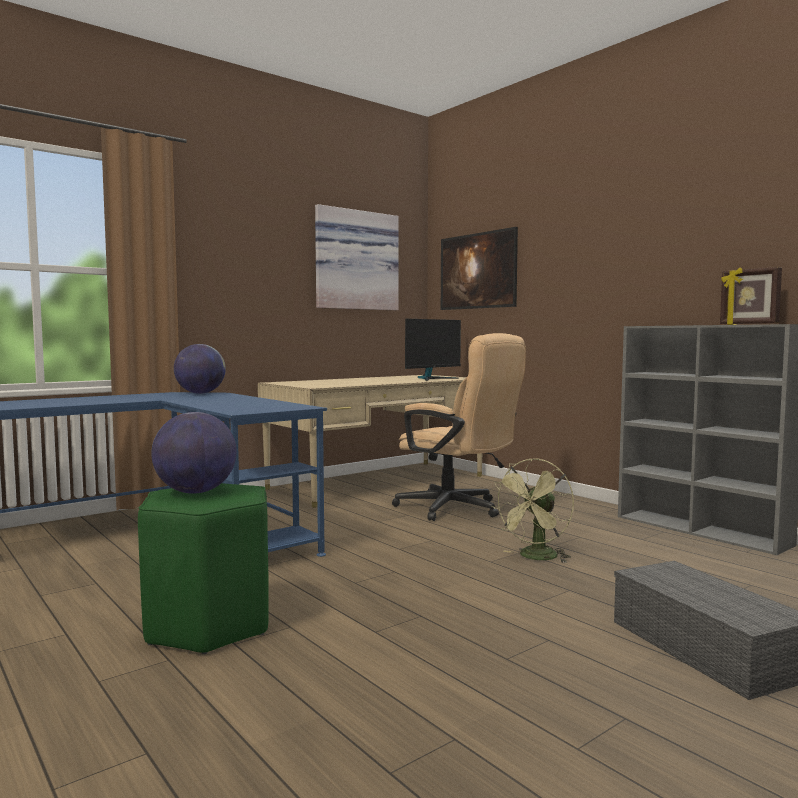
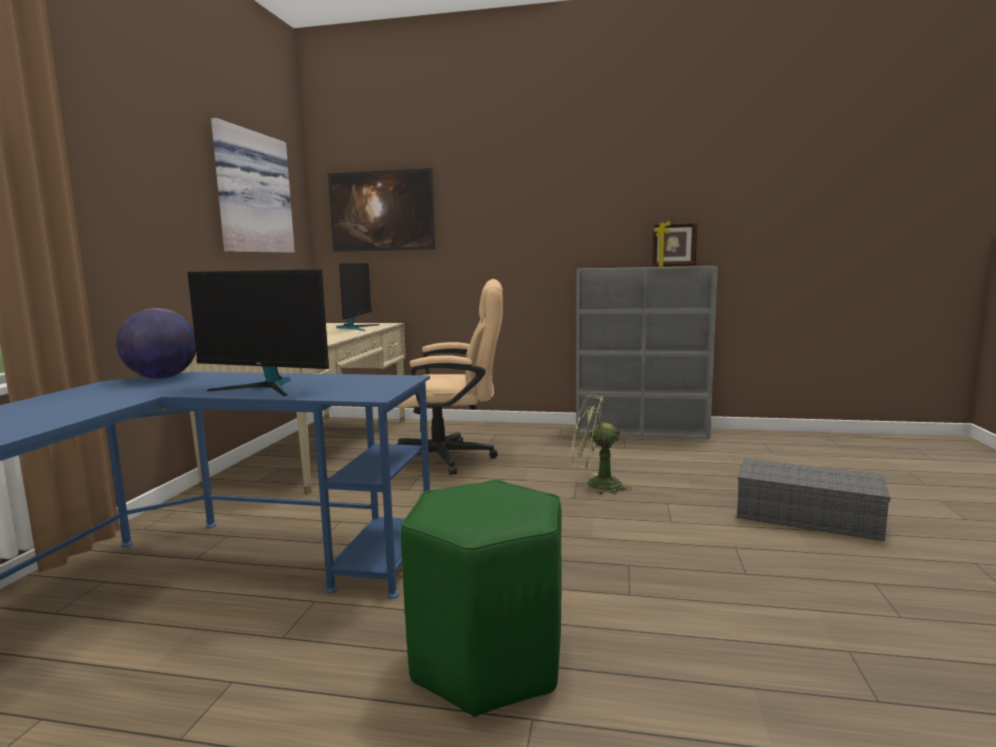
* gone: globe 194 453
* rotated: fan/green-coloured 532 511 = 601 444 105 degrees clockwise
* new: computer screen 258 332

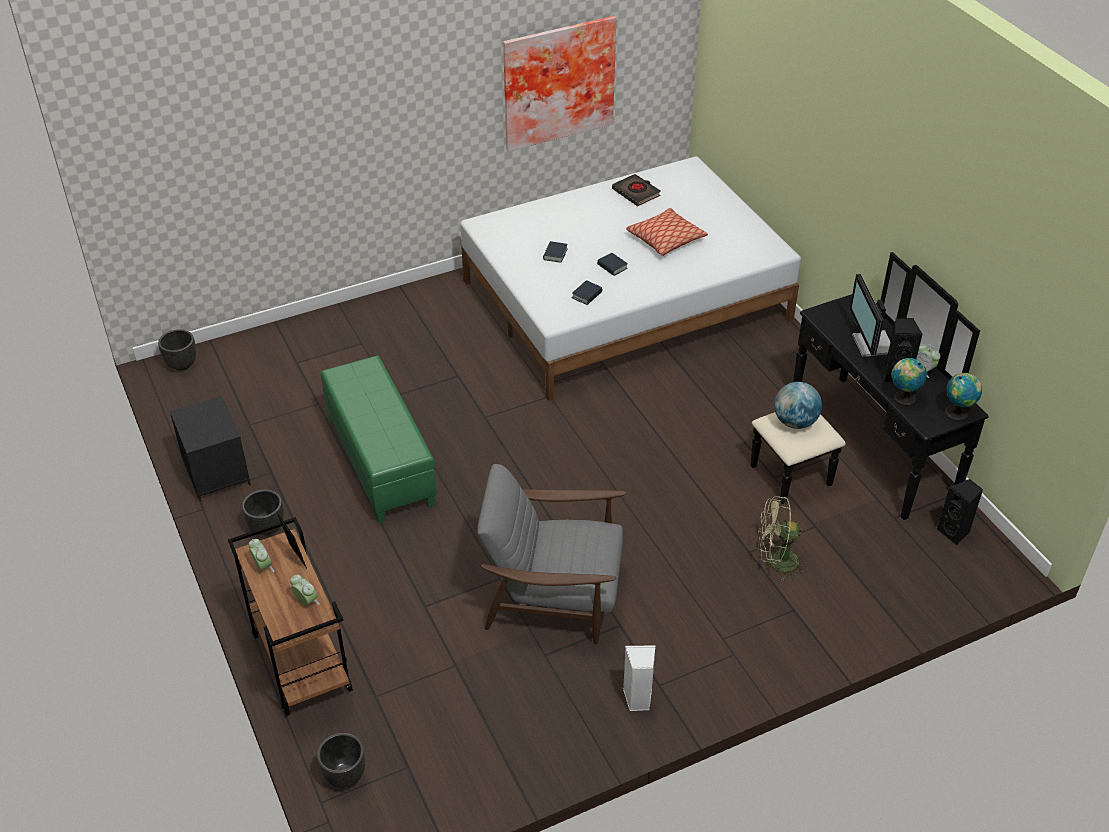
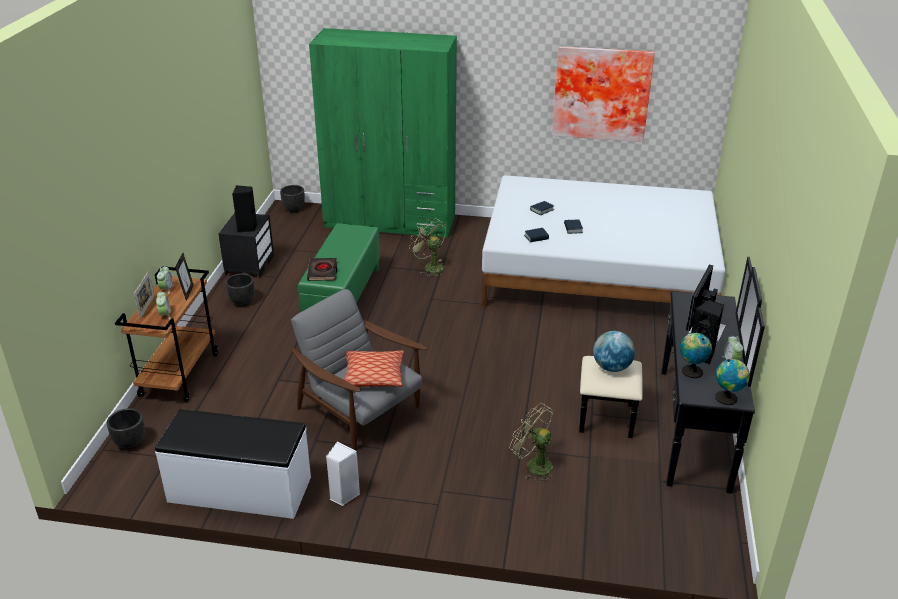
* shifted: volume/blackish 636 190 to 322 269
* shifted: cushion 667 232 to 374 368
* shifted: audio speaker/blackish 960 512 to 244 209
* new: picture frame 144 295
* new: indoor bench/white 233 464
* new: clothes cupboard/green-coloured 383 133
* new: fan/green-coloured 427 247

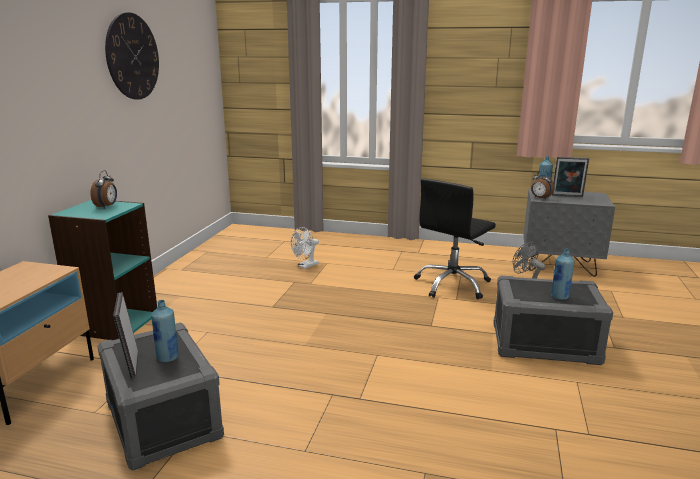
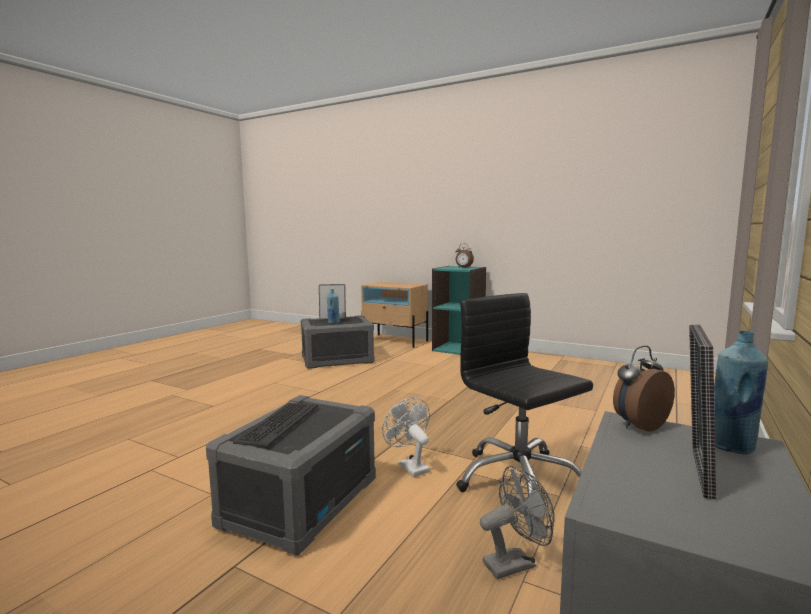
* gone: wall clock 132 55
* shifted: fan/white 305 248 to 406 437
* swapped: drink bottle/bluish 563 274 to PC keyboard 275 425

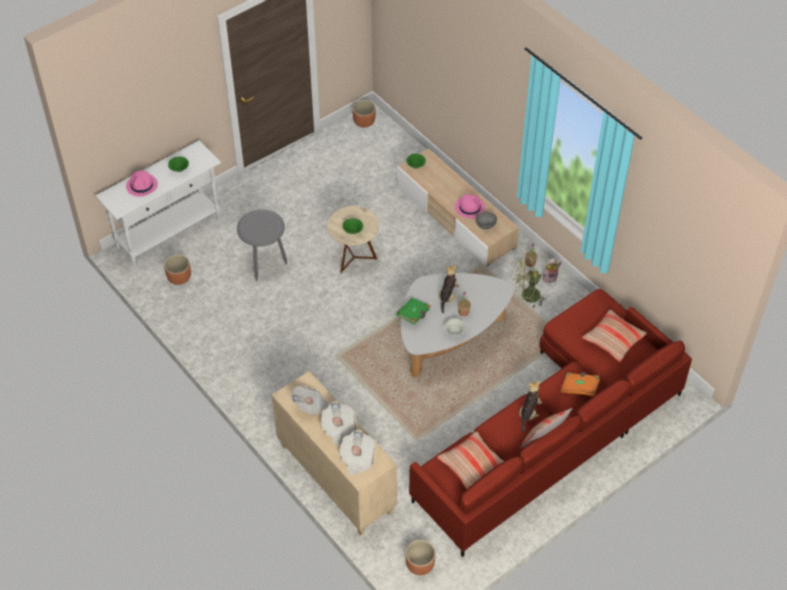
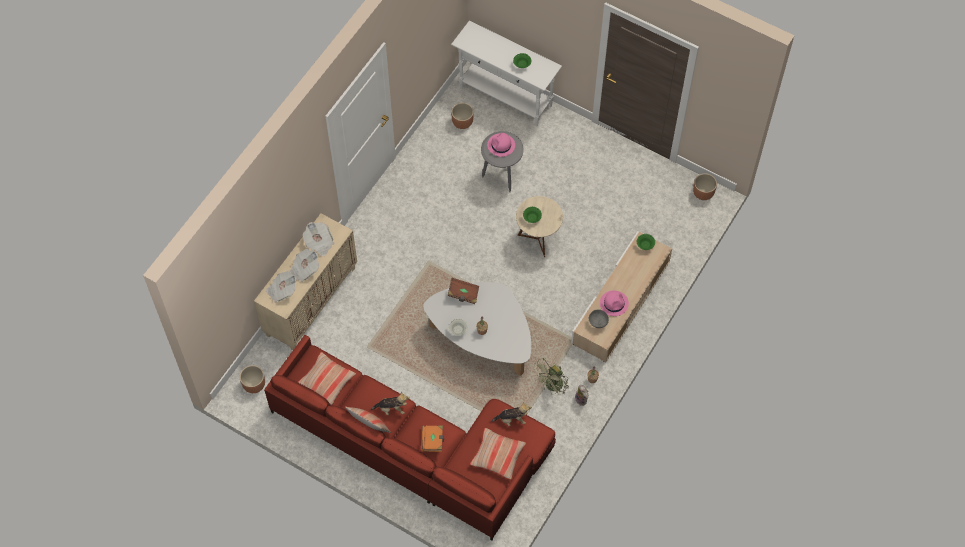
* shifted: wearable hat/pinkish 142 183 to 501 145
* repainted: volume/green-coloured 413 311 to volume/brownish 463 291
* shifted: plush toy 449 288 to 511 414
* rotated: fan/green-coloured 530 281 = 550 376 105 degrees counterclockwise

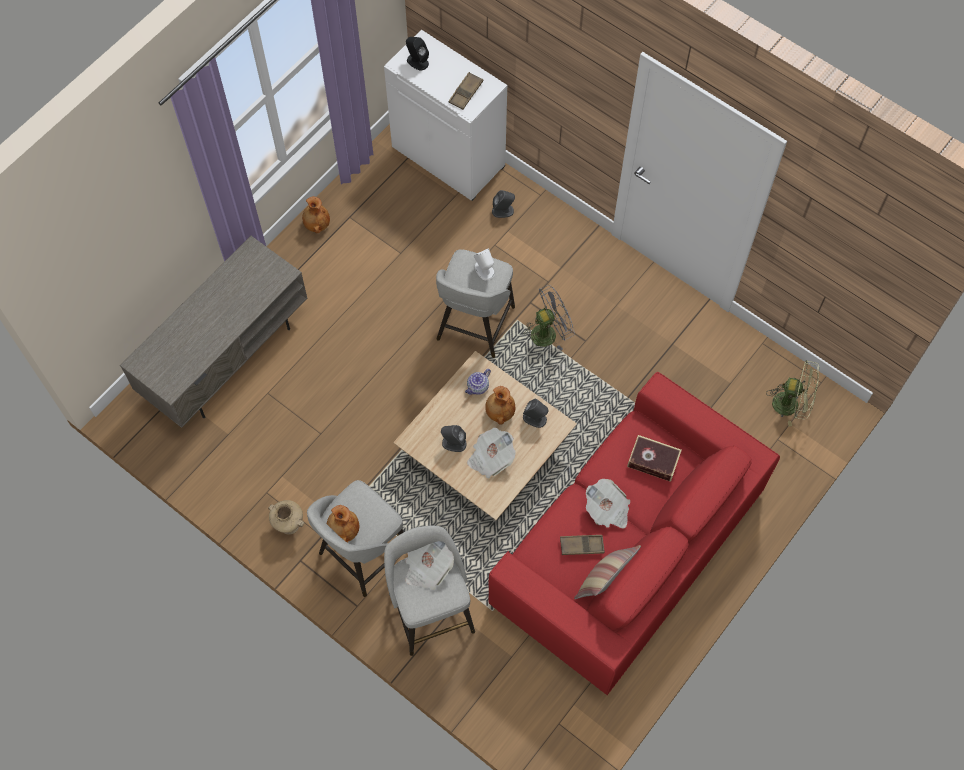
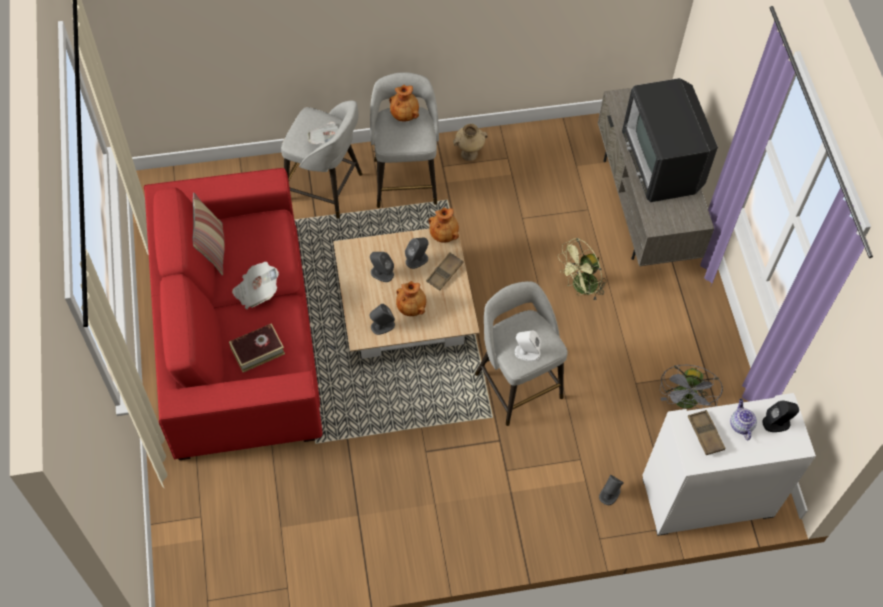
* shifted: flower vase/brownish 316 214 to 443 225
* shifted: tea pot 478 382 to 743 419
* swapped: newspaper 491 453 to audio speaker/grey 382 267
* shifted: fan/grey 549 317 to 691 387
* shifted: carrying tray/brownish 582 545 to 445 271
* shifted: fan/green-coloured 792 393 to 582 270
* new: TV set 670 140

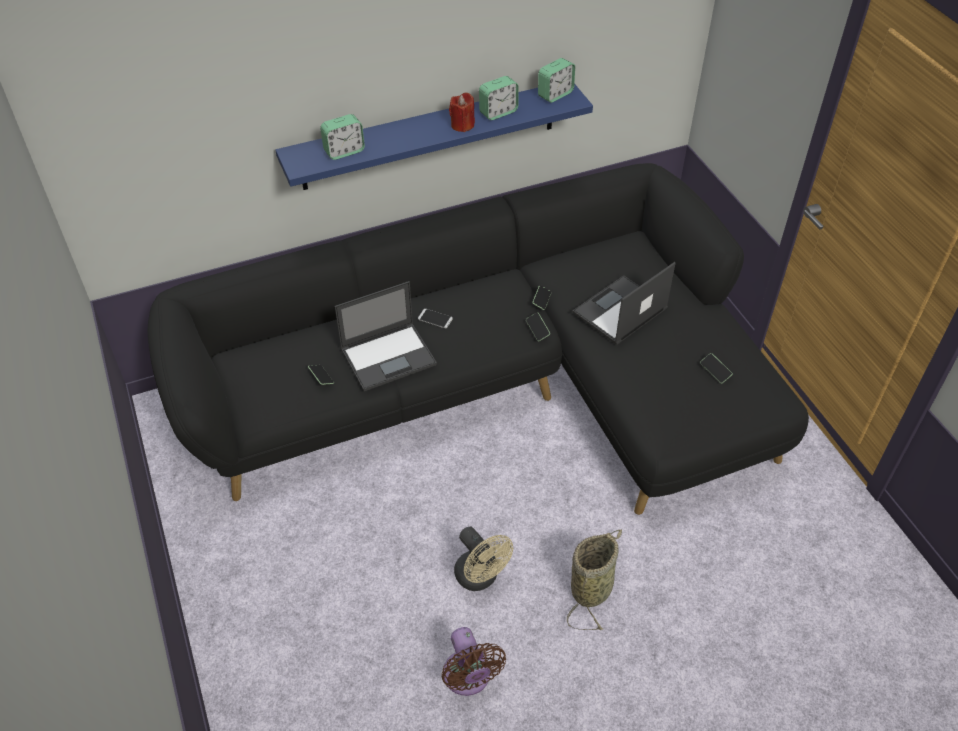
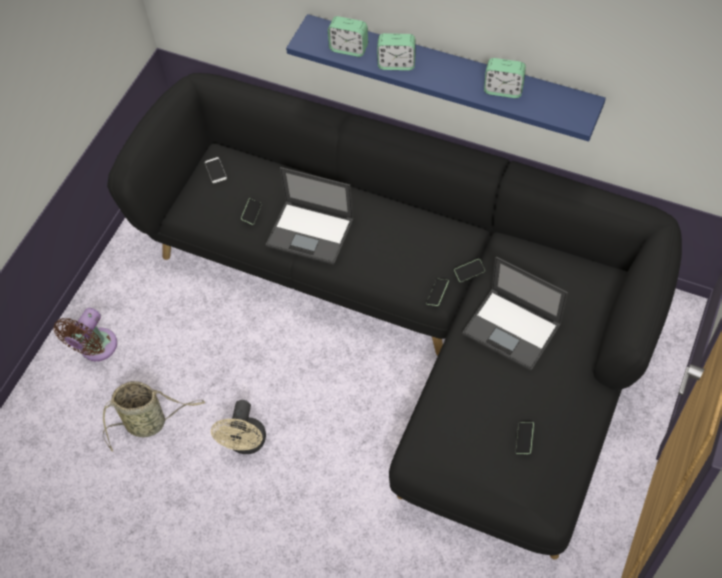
* shifted: phone 435 318 to 216 170
* shifted: fan/brownish 473 661 to 85 334
* gone: candle/red-coloured 462 112
* shifted: alarm clock 556 80 to 396 52
* shifted: storage basket 594 580 to 154 416
* rotated: laptop 624 303 = 515 314 150 degrees counterclockwise

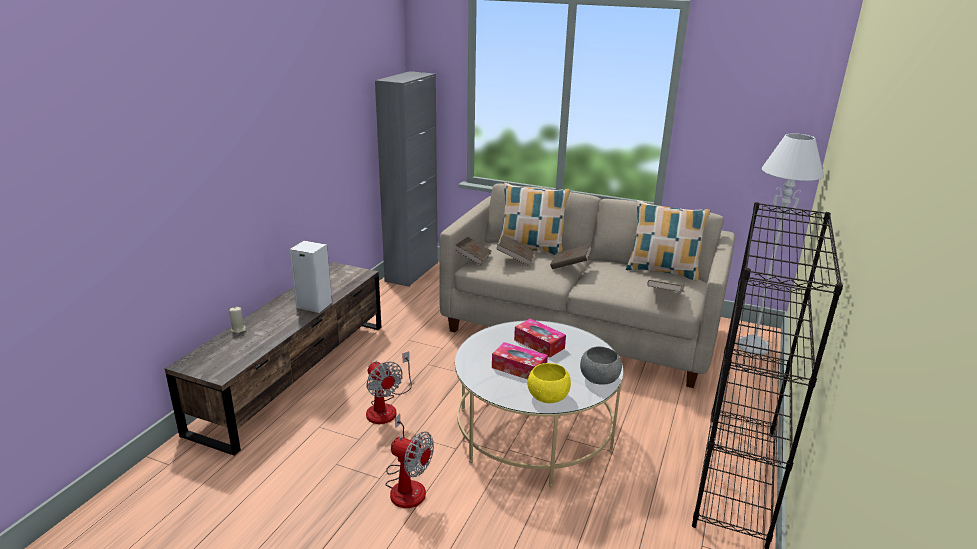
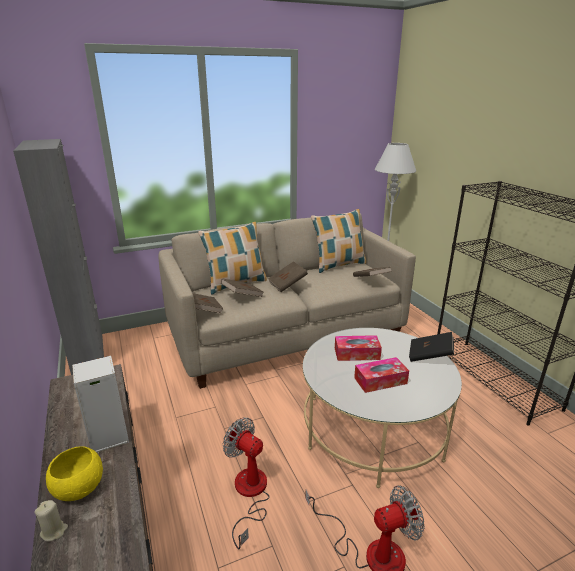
* rotated: fan 389 387 = 246 483 150 degrees counterclockwise
* shifted: bowl/yellowish 549 383 to 74 474
* swapped: bowl/grey 601 365 to volume/blackish 431 347

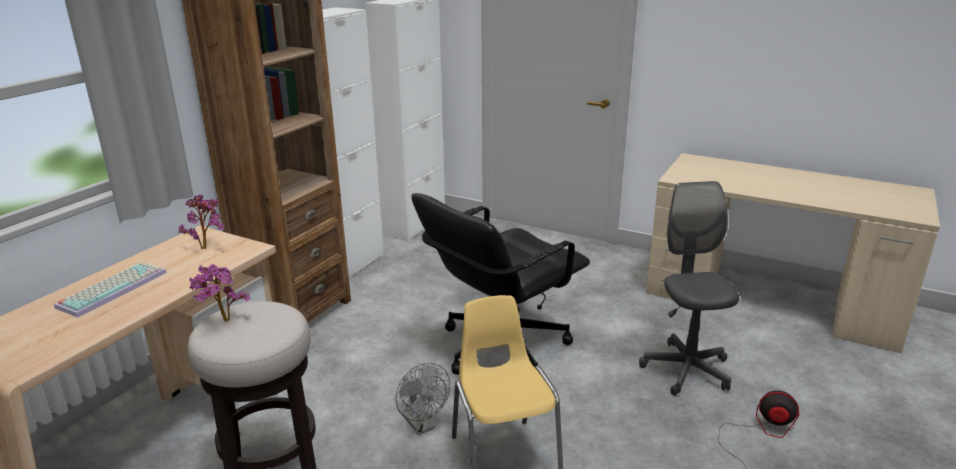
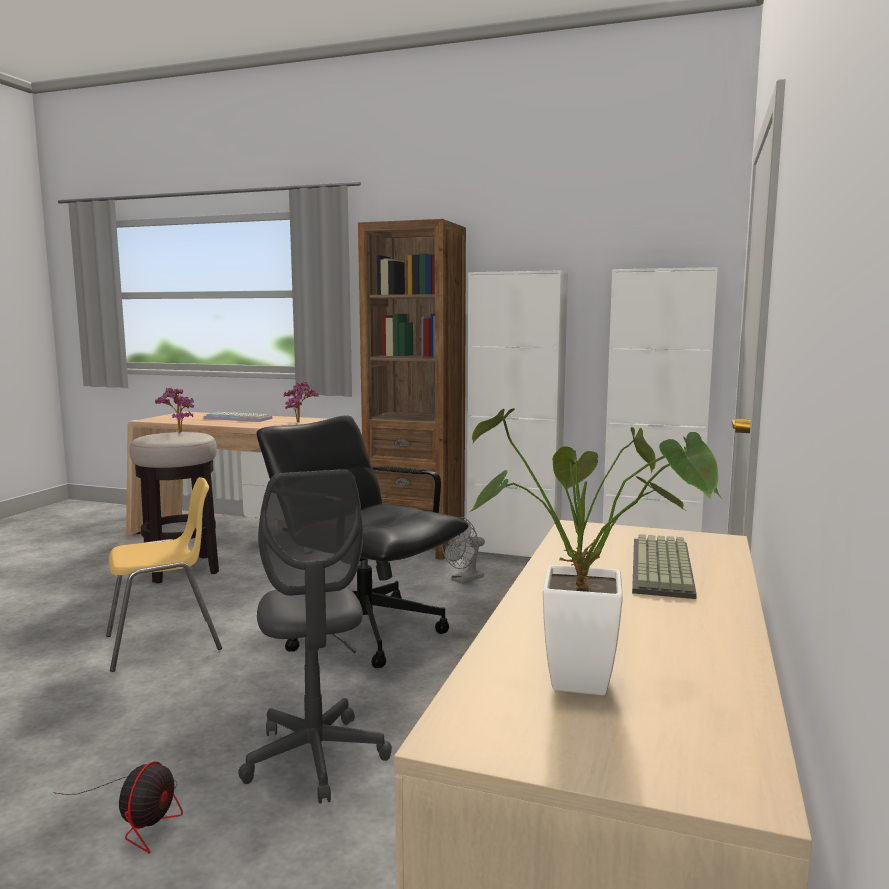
* shifted: fan/grey 423 399 to 463 550
* rotated: desk chair/grey 689 288 = 315 636 90 degrees clockwise
* new: plant in a pot 596 551
* new: PC keyboard 664 566

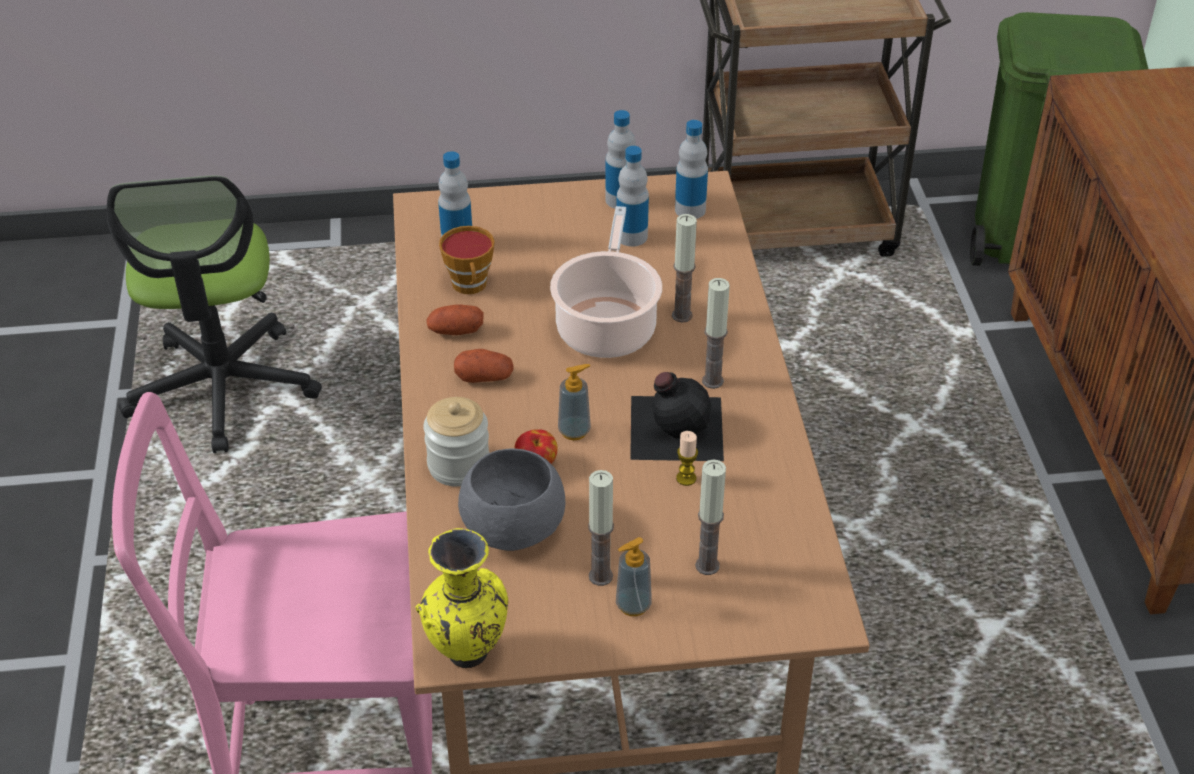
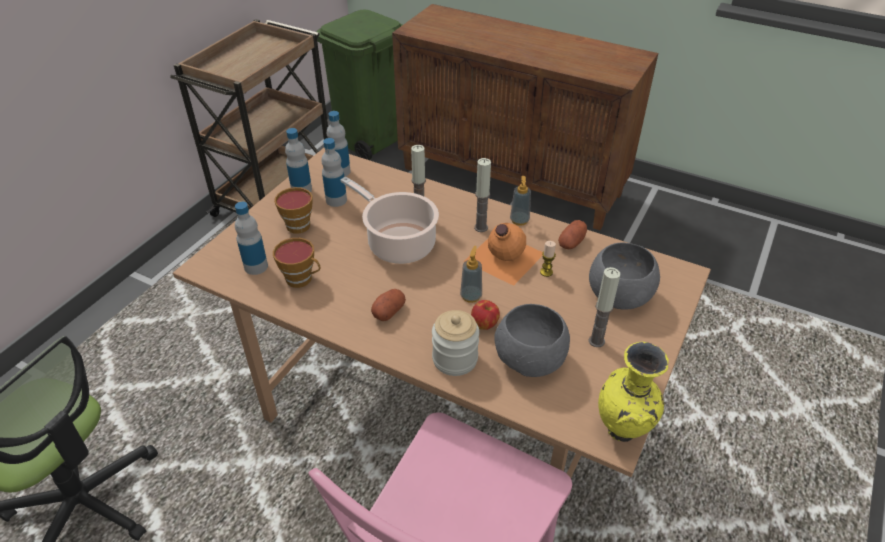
* shifted: whole potato 455 320 to 572 234
* shifted: soap bottle 634 576 to 520 201
* repainted: drink bottle/blackish 677 416 to drink bottle/orangey 503 254
* swapped: candle 710 517 to bowl/grey 624 276
* new: drinking cup 293 210

